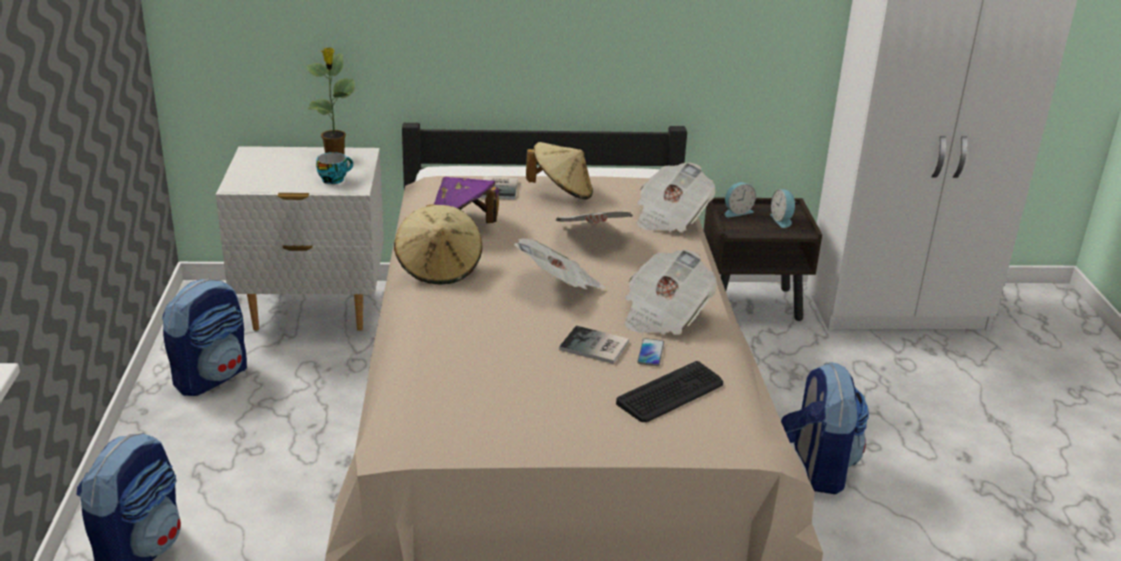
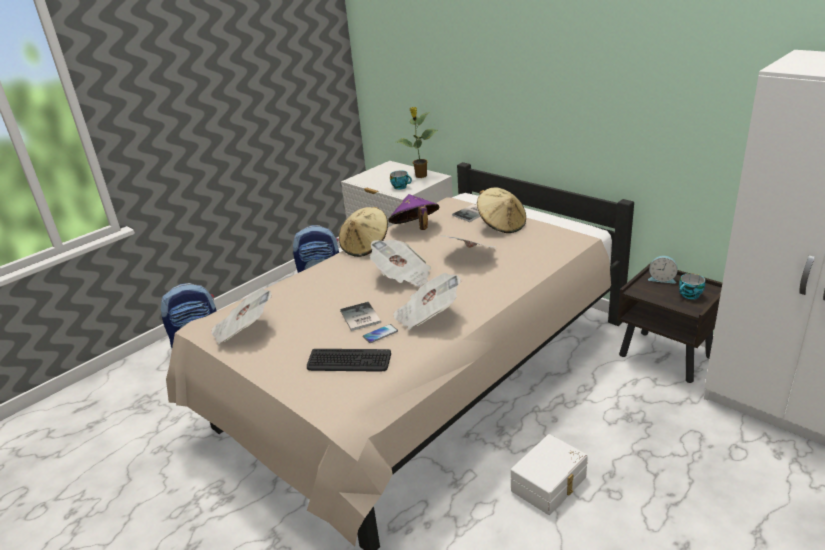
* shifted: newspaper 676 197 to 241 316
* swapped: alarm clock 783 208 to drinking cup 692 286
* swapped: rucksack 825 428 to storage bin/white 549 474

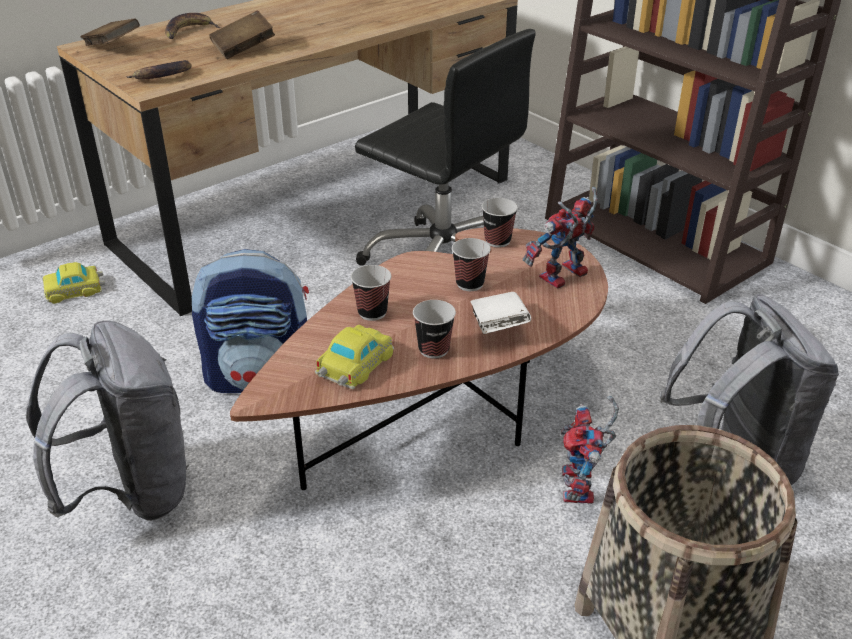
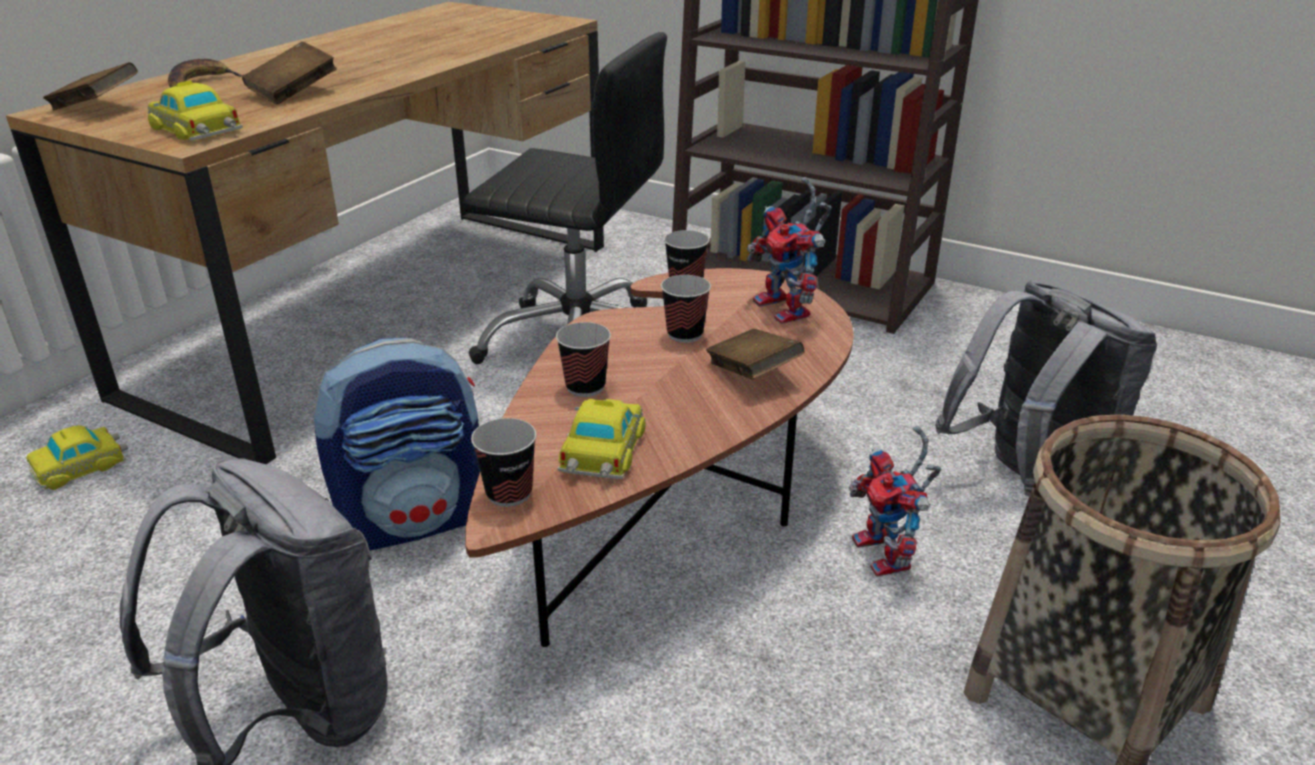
* swapped: whole banana 159 70 to miniature car 195 110
* shifted: drinking cup 434 329 to 503 462
* repainted: volume/white 501 313 to volume/brownish 755 354
* rotated: toy robot 560 237 = 789 250 60 degrees counterclockwise

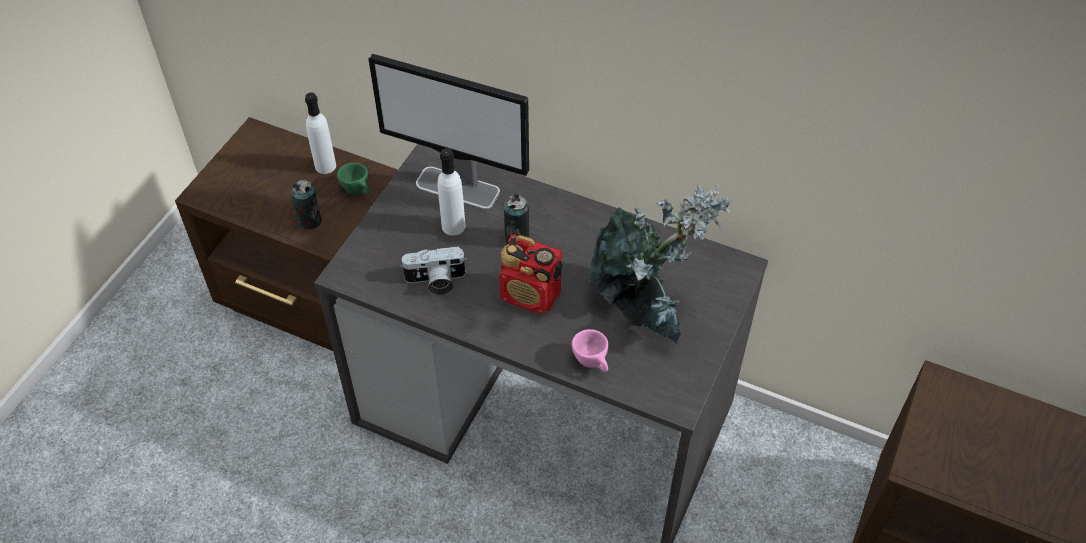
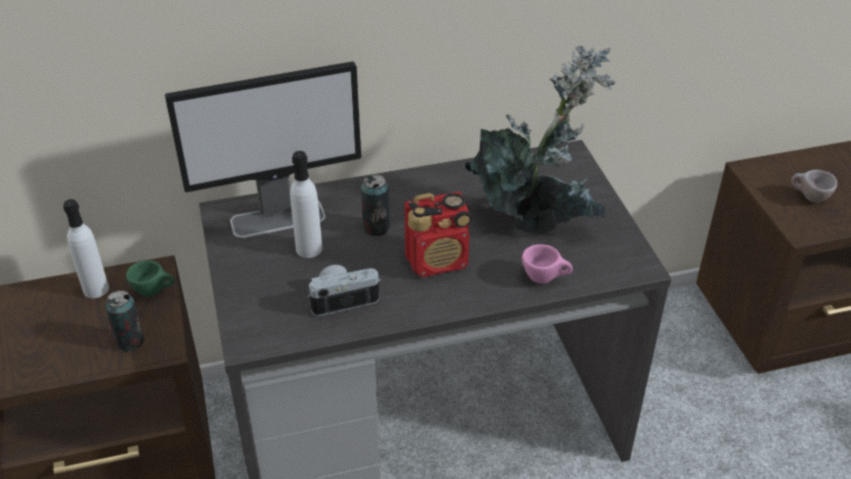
* rotated: still camera 433 270 = 344 290 150 degrees counterclockwise
* new: drinking cup/sand-coloured 814 186

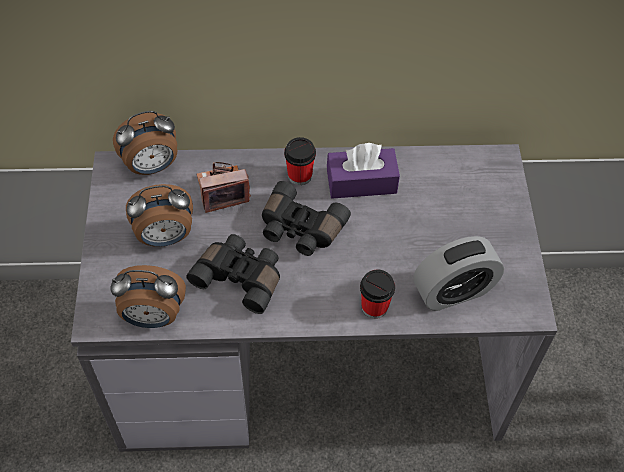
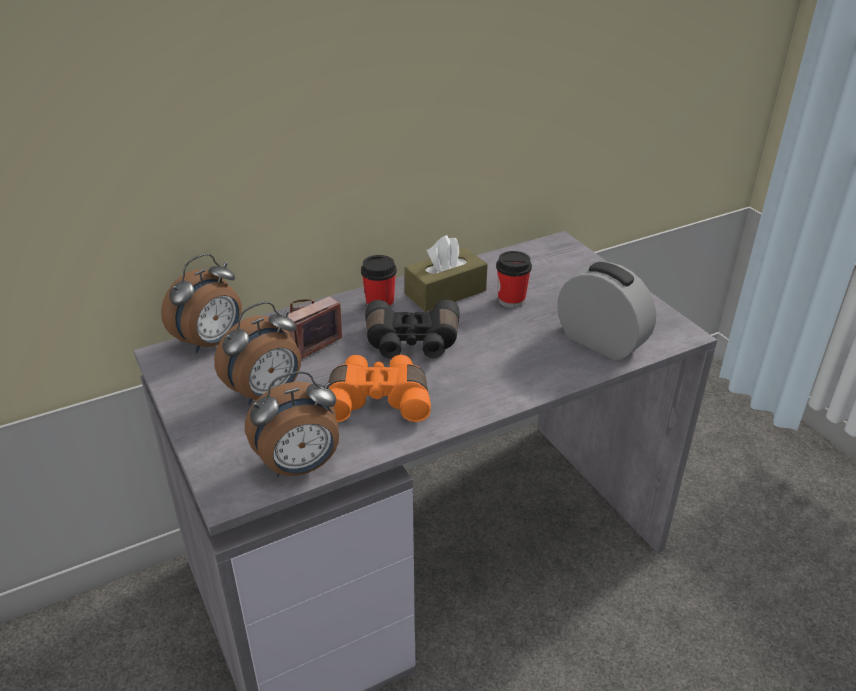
* repainted: pair of binoculars/blackish 233 274 to pair of binoculars/orangey 379 388
* repainted: tissue holder/purplish 363 171 to tissue holder/brownish 446 273
* shifted: drinking cup 377 294 to 514 279
* rotated: alarm clock 458 273 = 606 311 90 degrees counterclockwise

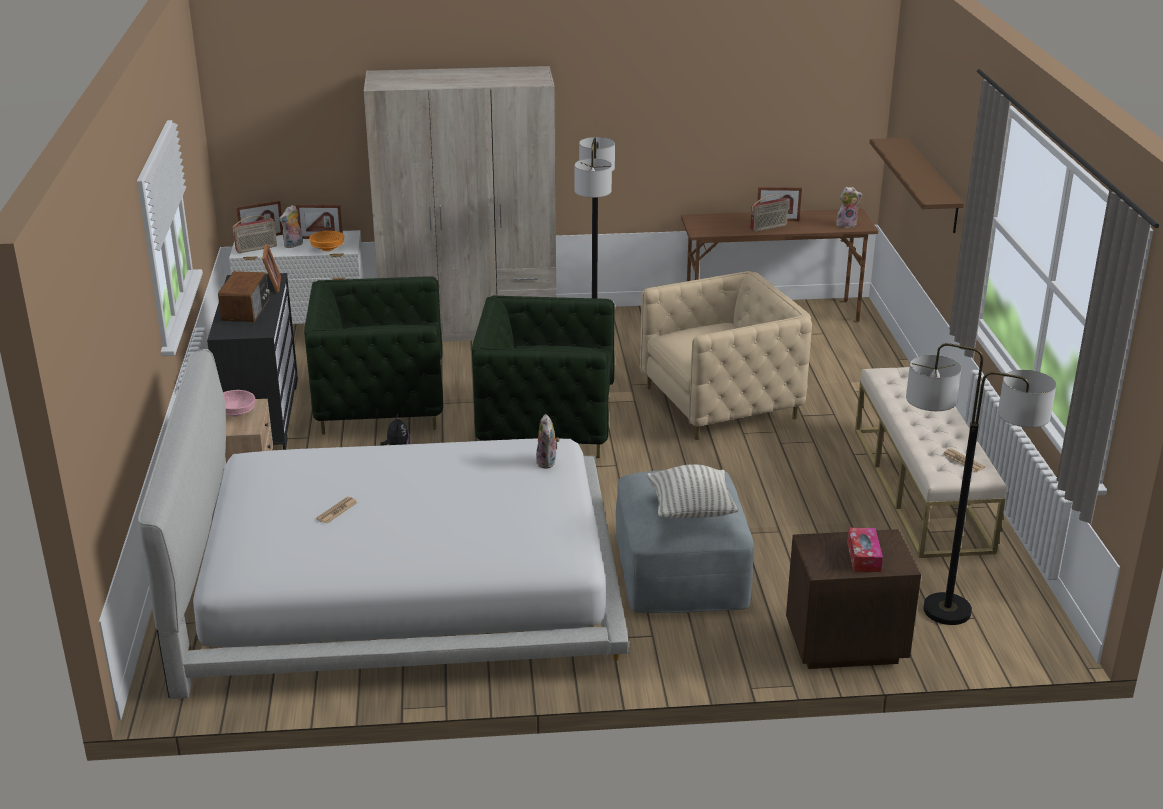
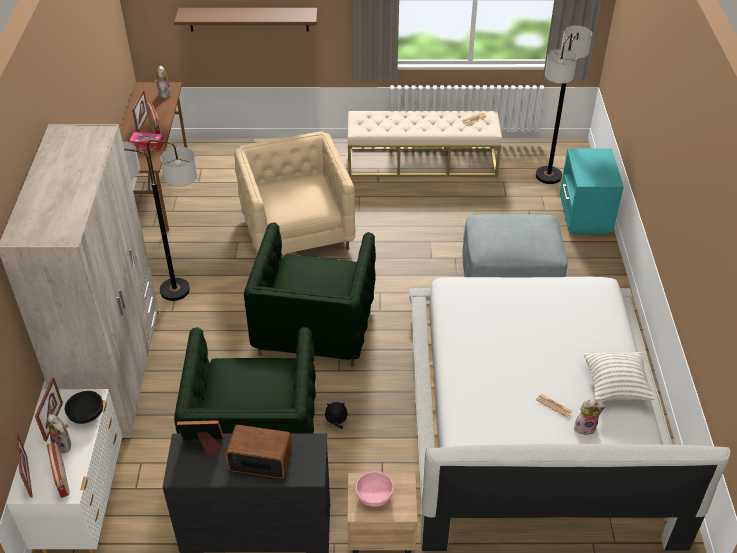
* repainted: bowl/orangey 326 241 to bowl/blackish 84 407
* shifted: plush toy 548 441 to 590 417
* shifted: cushion 692 491 to 620 377
* repainted: bedside table/brownish 853 599 to bedside table/blue-green 592 191
* shifted: tissue holder 865 550 to 146 141

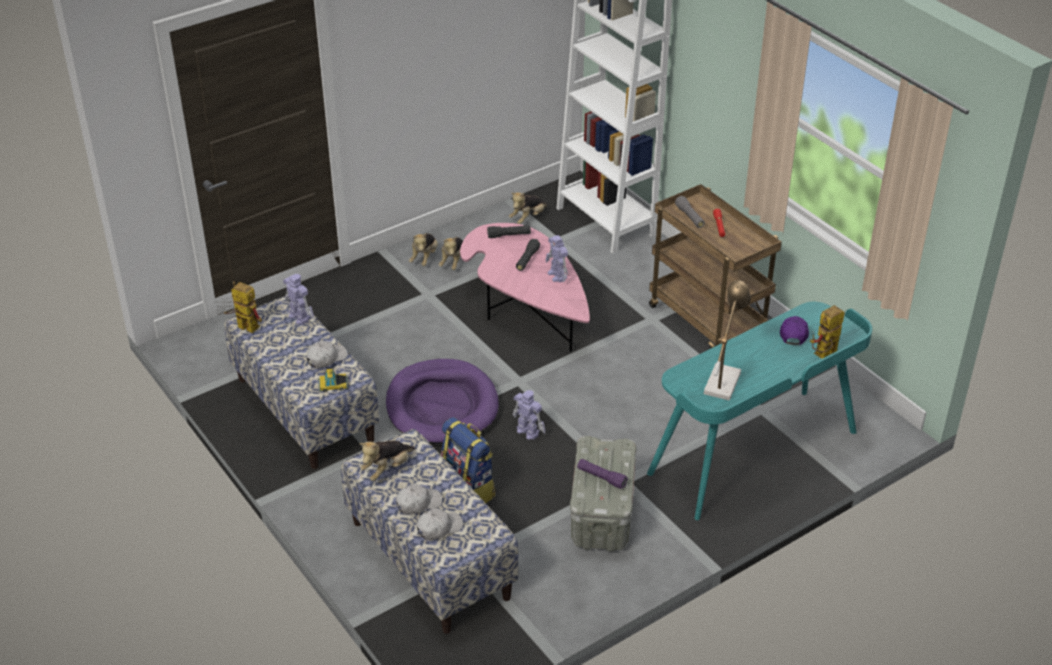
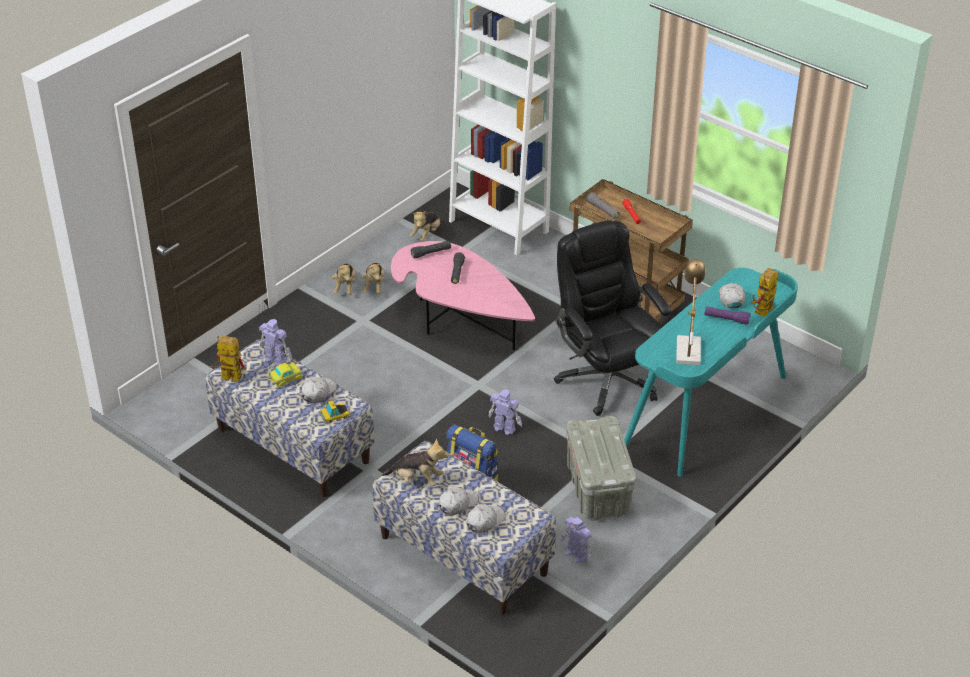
* rotated: plush toy 387 460 = 415 462 105 degrees counterclockwise
* gone: pet bed/purplish 442 401
* shifted: toy robot 557 259 to 576 540
* shifted: flashlight/purplish 602 474 to 727 315
* repainted: cap/purplish 794 330 to cap/white 732 296
* new: miniature car 285 375
* new: desk chair/blackish 612 318

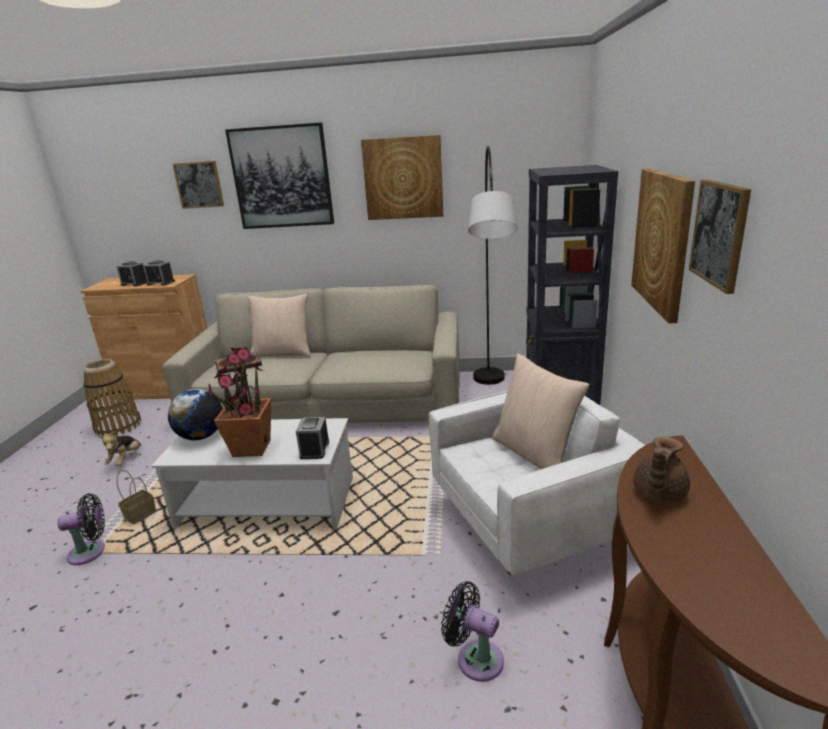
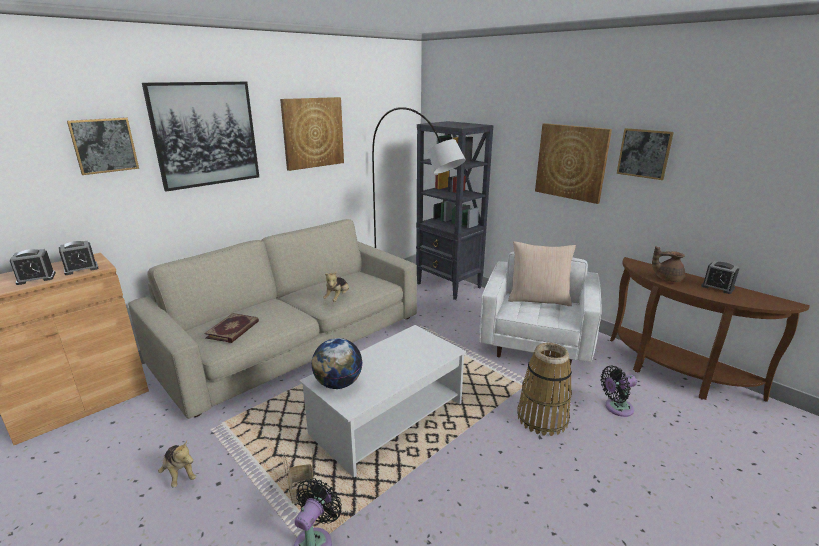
* shifted: storage basket 112 397 to 544 389
* gone: plant in a pot 239 402
* gone: cushion/sand-coloured 279 325
* shifted: alarm clock 312 438 to 720 277
* rotated: tea pot/brownish 661 470 = 668 264 120 degrees clockwise
* new: plush toy 336 287

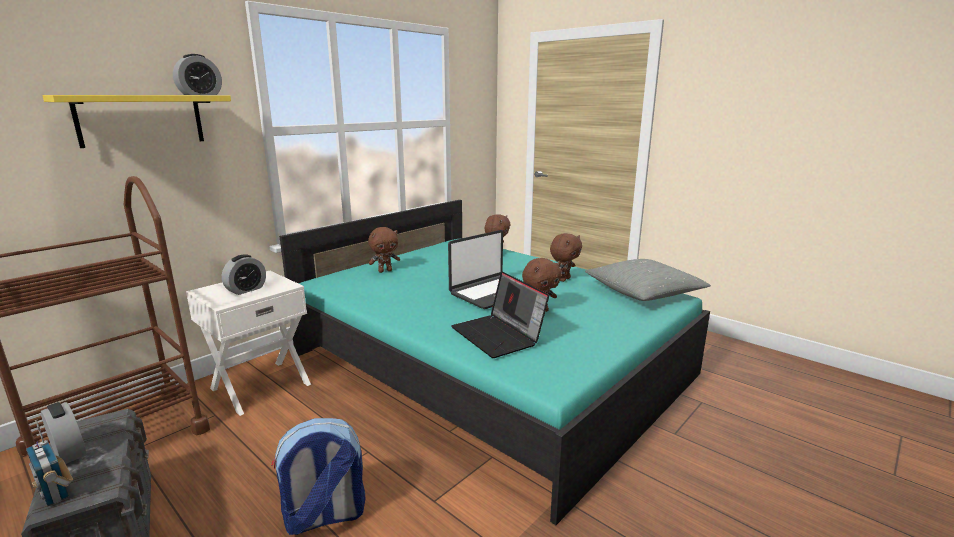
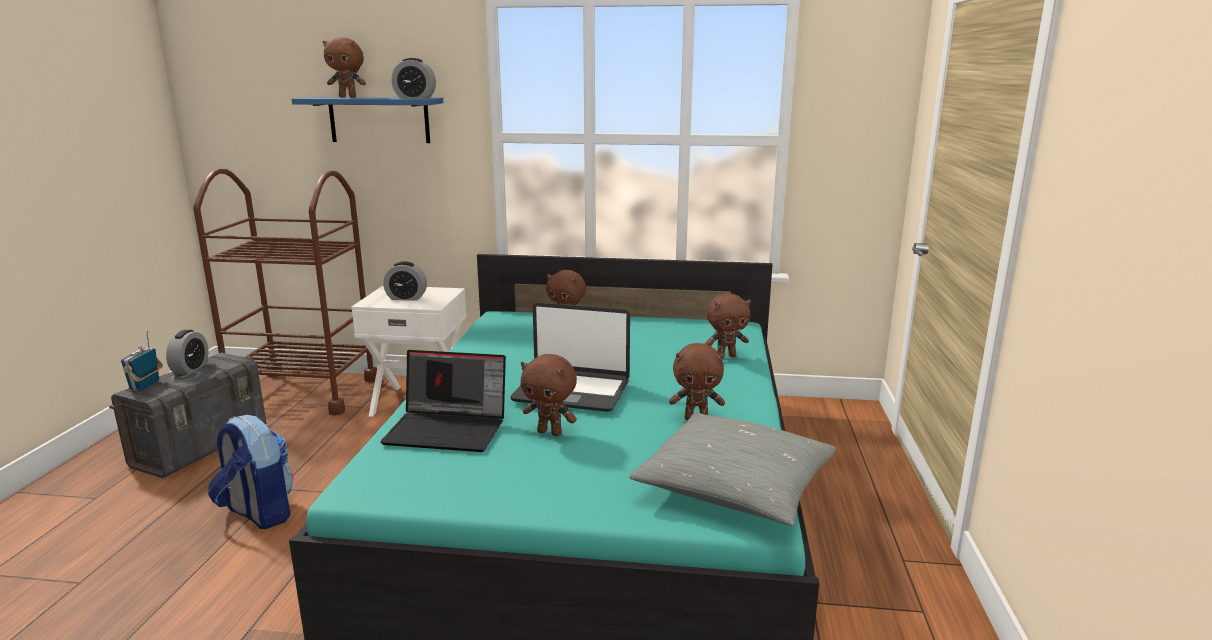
* repainted: shelf/yellowish 136 121 to shelf/bluish 367 120
* rotated: laptop 500 314 = 443 401 105 degrees counterclockwise
* new: plush toy/brownish 344 67

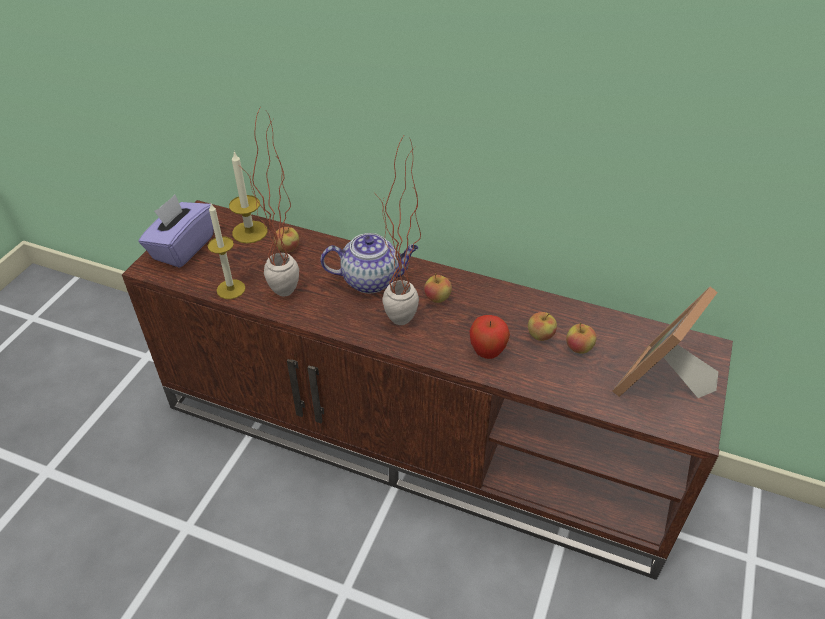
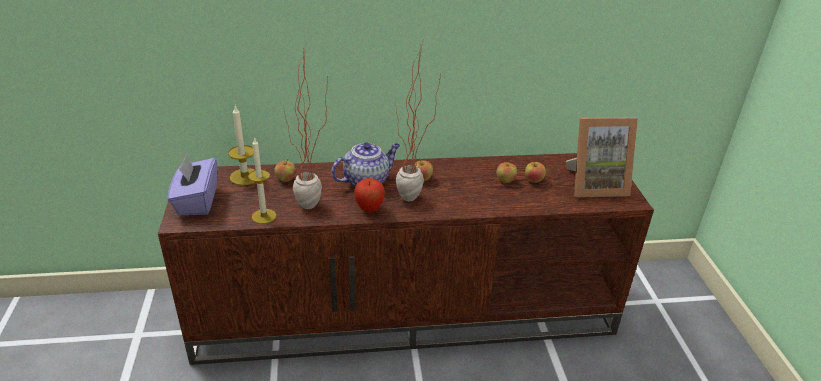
* shifted: whole apple 489 337 to 369 195
* rotated: picture frame 665 342 = 602 157 105 degrees counterclockwise

